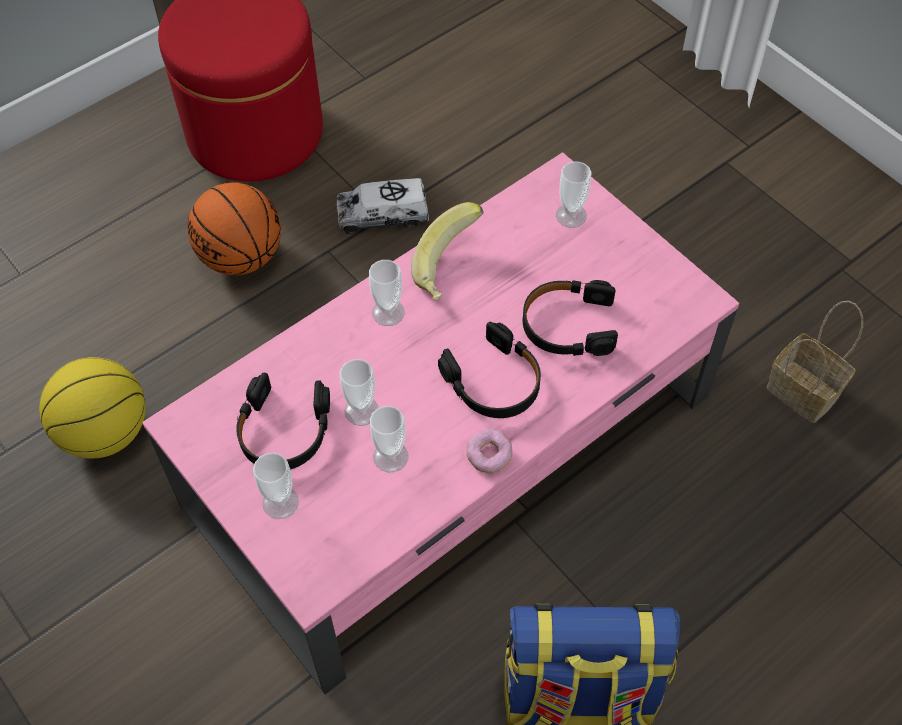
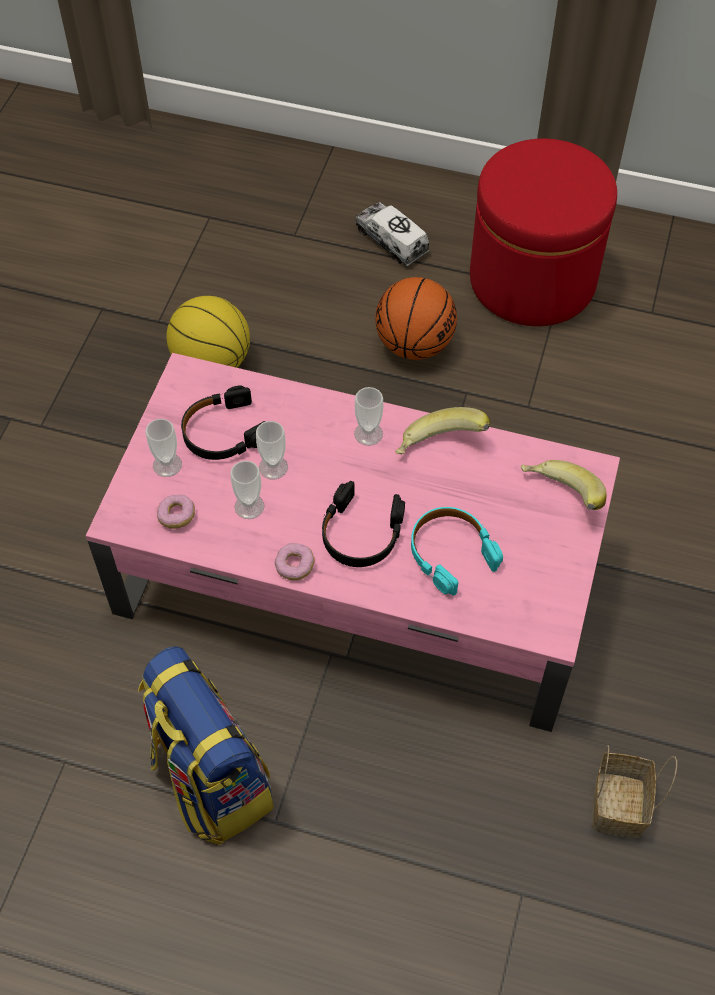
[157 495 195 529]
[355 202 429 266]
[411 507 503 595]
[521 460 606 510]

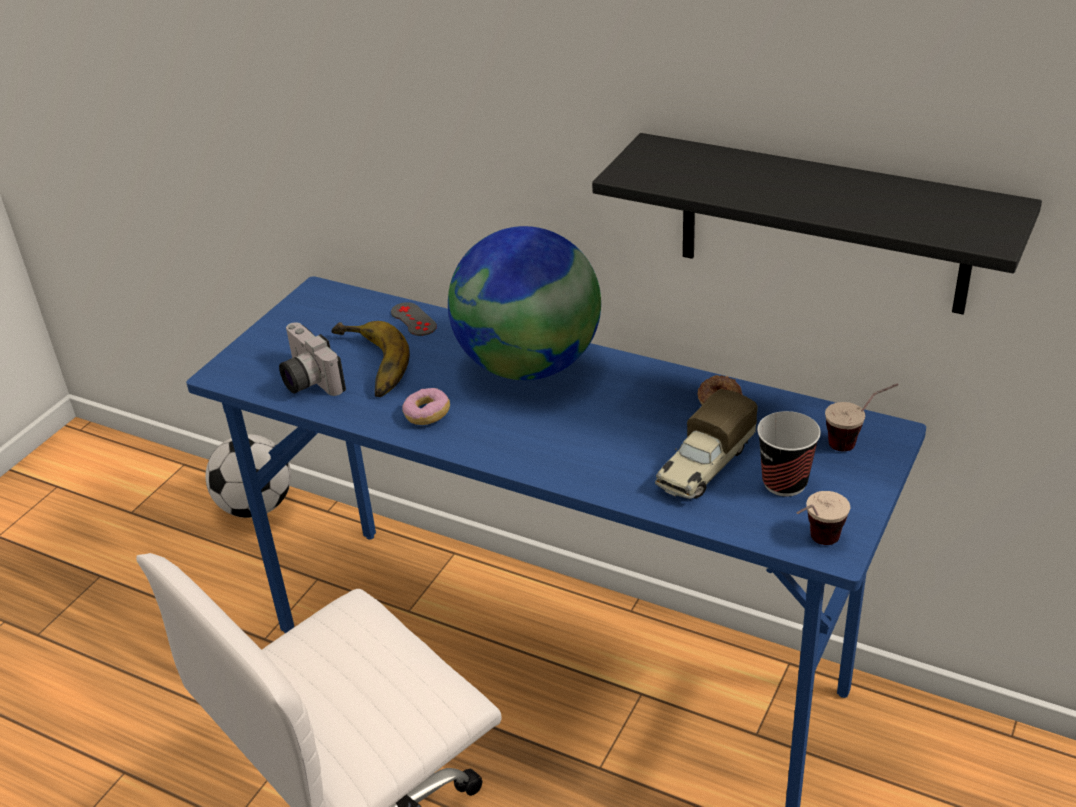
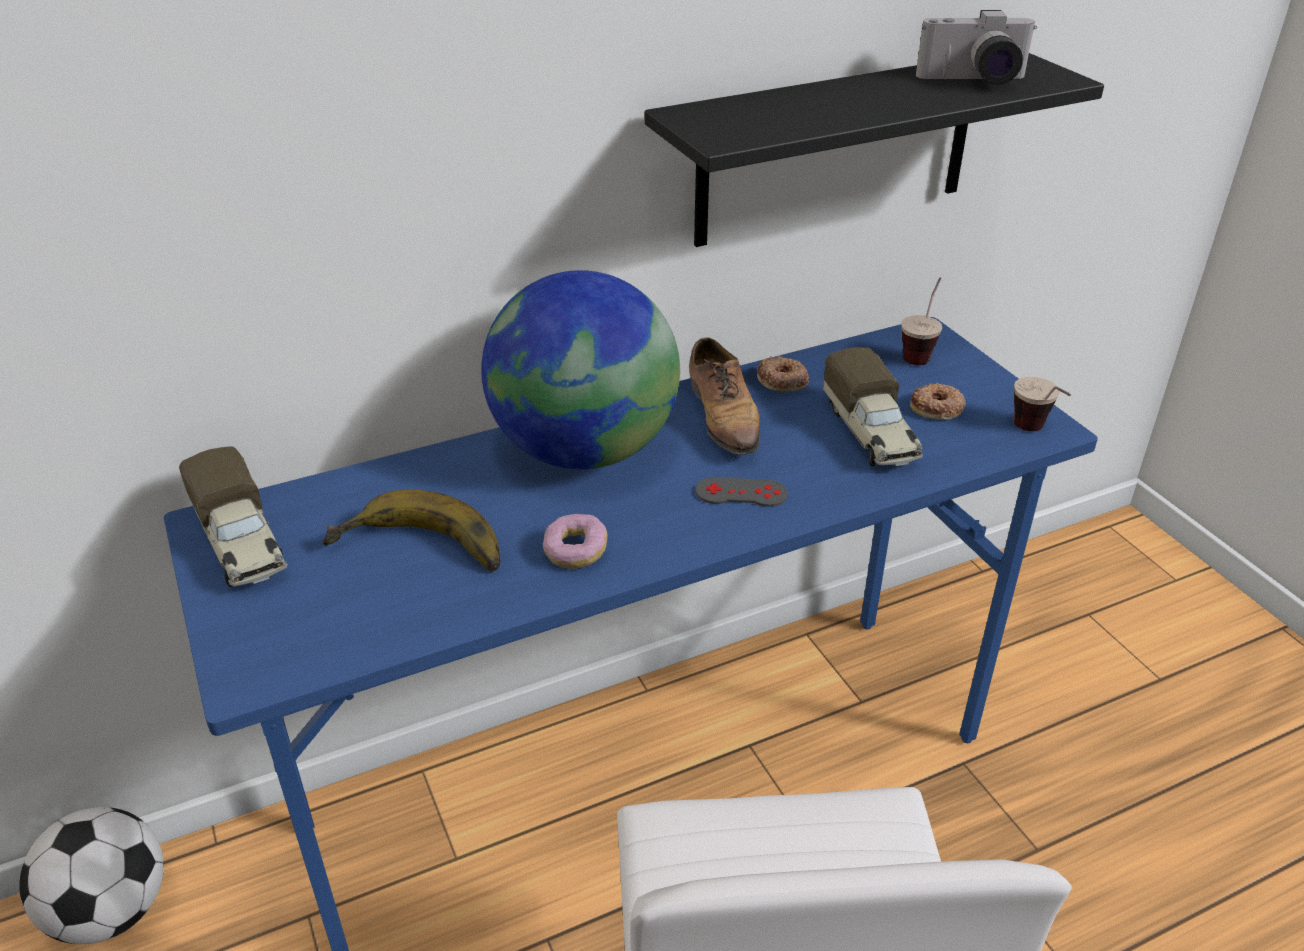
[179 446 288 587]
[689 337 760 460]
[695 477 788 507]
[910 383 966 420]
[916 10 1037 85]

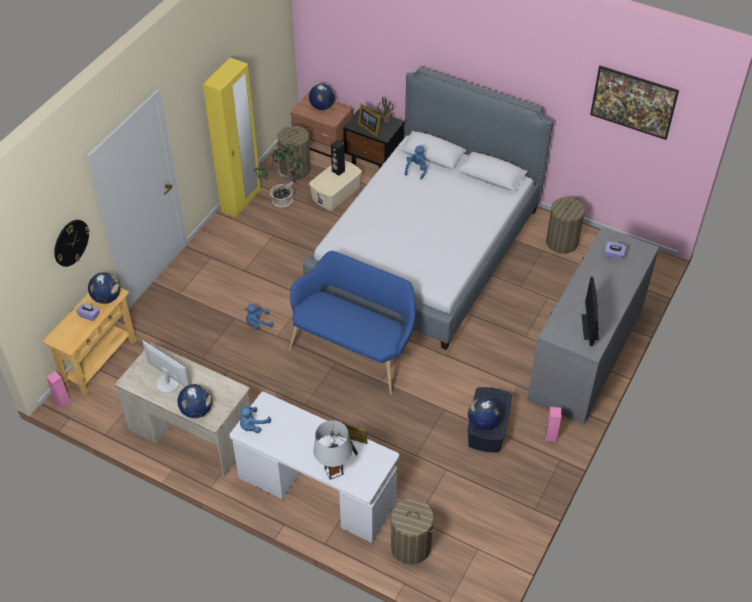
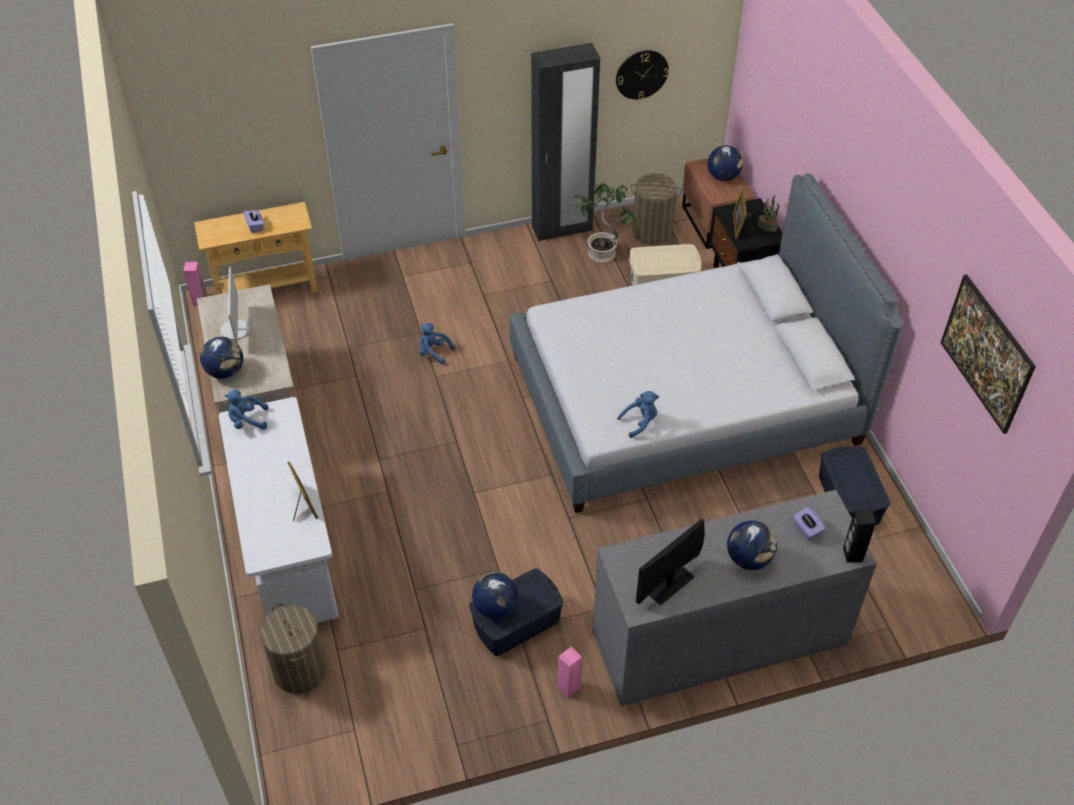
[531 43 600 242]
[616 50 669 100]
[617 391 659 438]
[727 521 777 570]
[819 446 890 525]
[843 509 876 563]
[289 251 416 394] (first image)
[314 420 352 480] (first image)

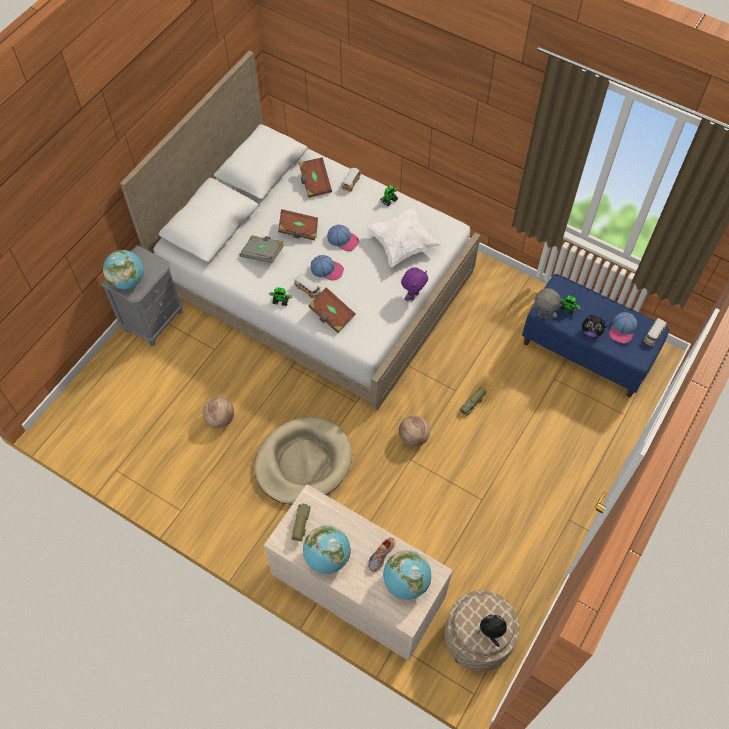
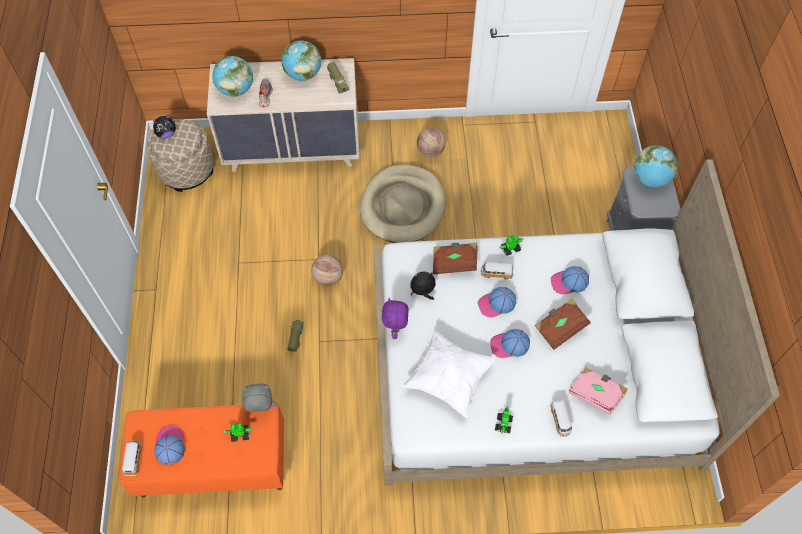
[119 405 284 497]
[410 271 436 300]
[417 128 446 157]
[550 266 589 295]
[569 368 627 415]

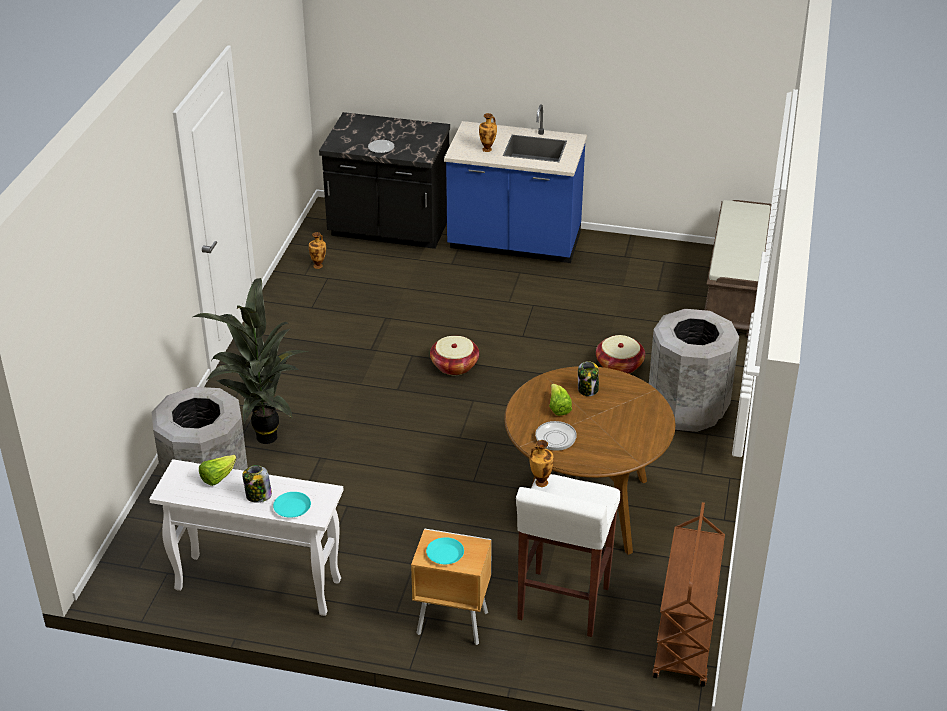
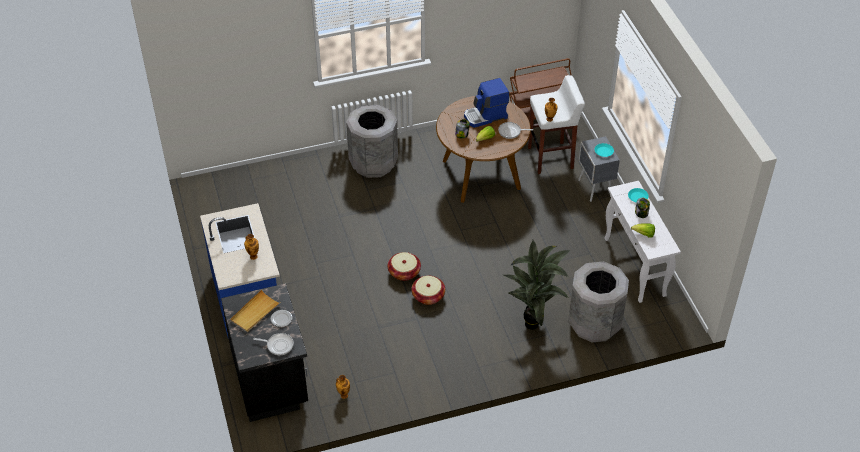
[230 290 280 332]
[253 333 294 355]
[411 276 445 305]
[464 78 509 128]
[578 136 620 202]
[705 200 772 337] (first image)

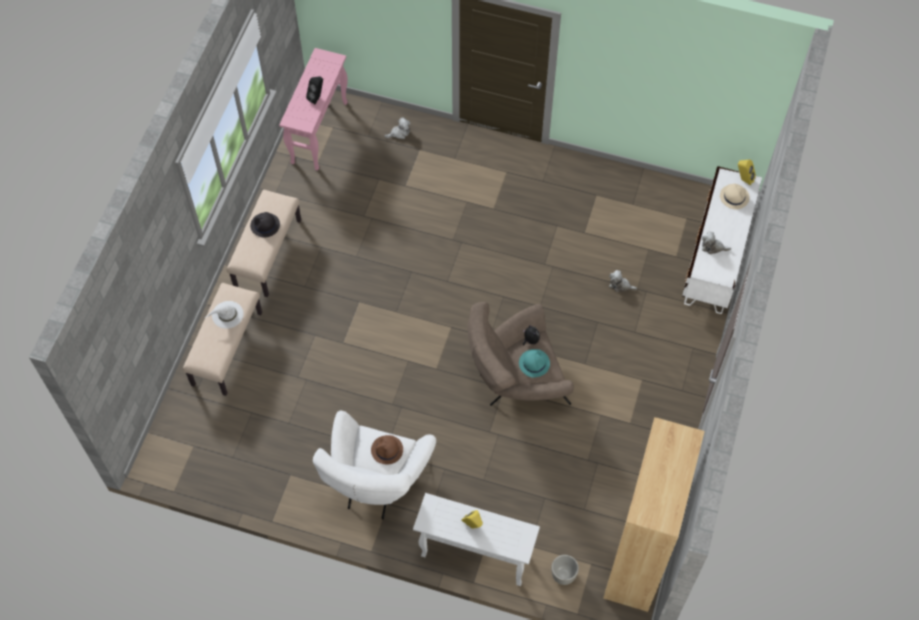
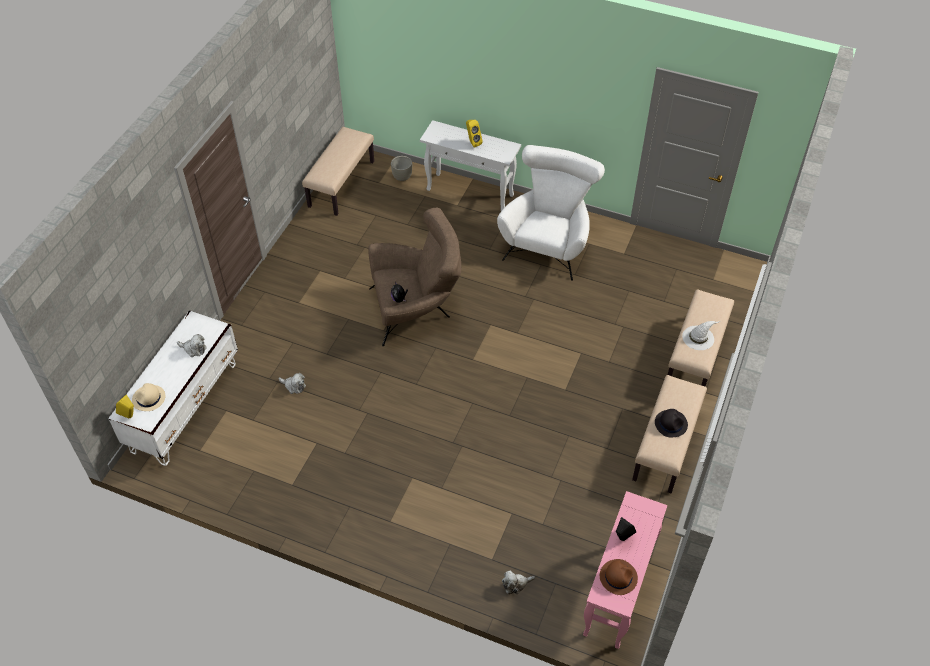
[302 127 374 216]
[600 559 638 595]
[519 349 550 377] (first image)

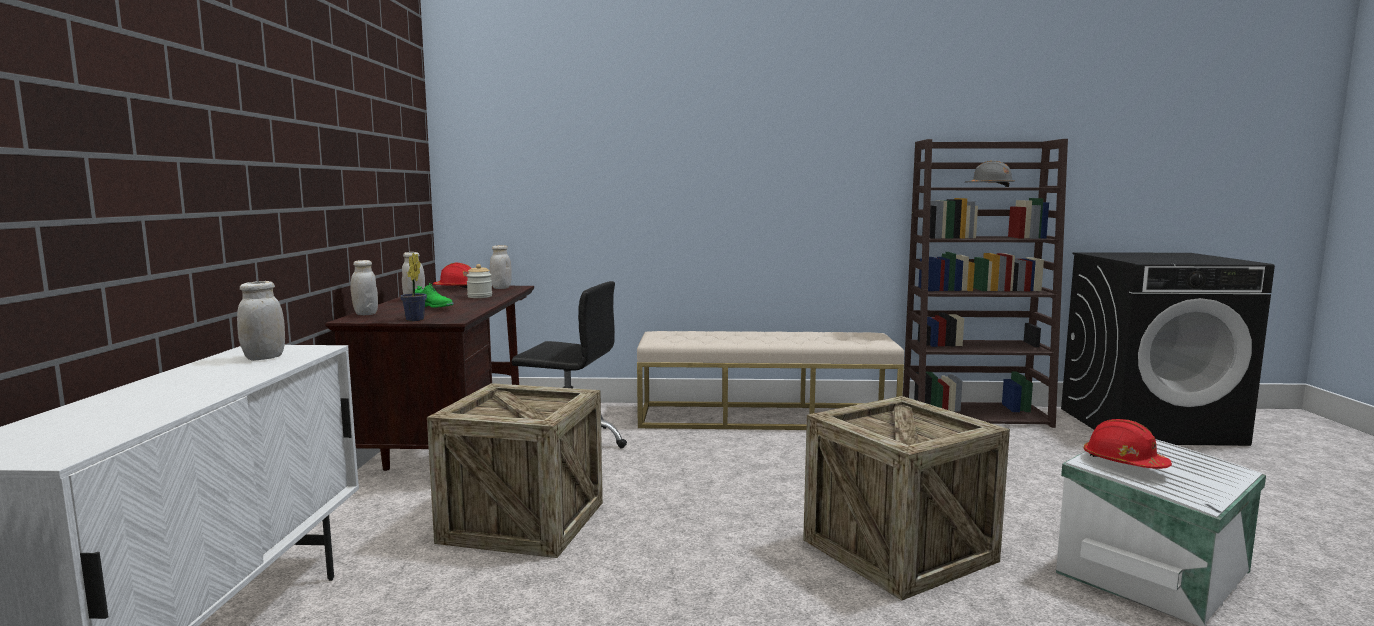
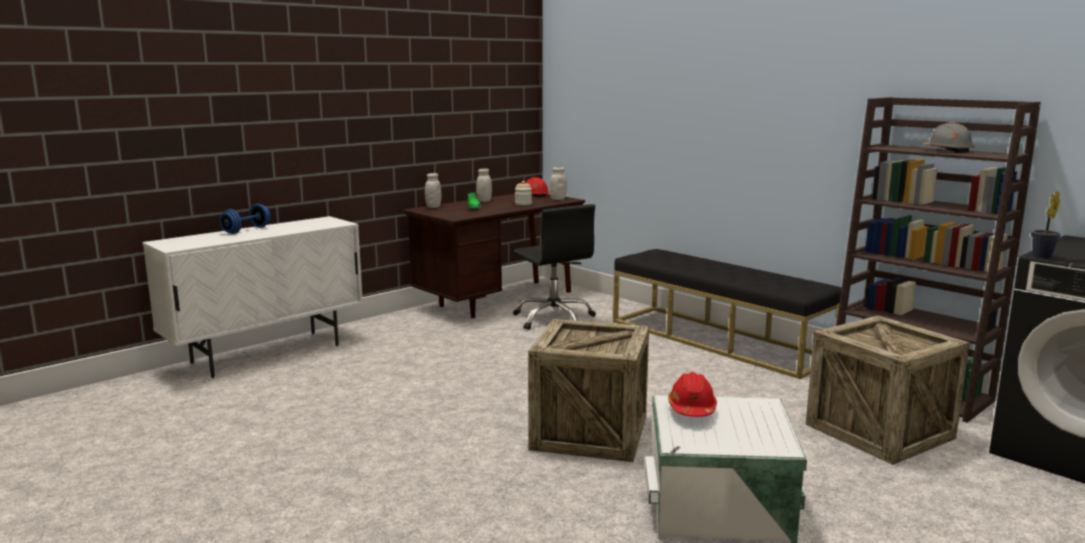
[219 204 271 234]
[613 249 842 379]
[806 315 970 465]
[1031 191 1061 259]
[237 281 285 361] (first image)

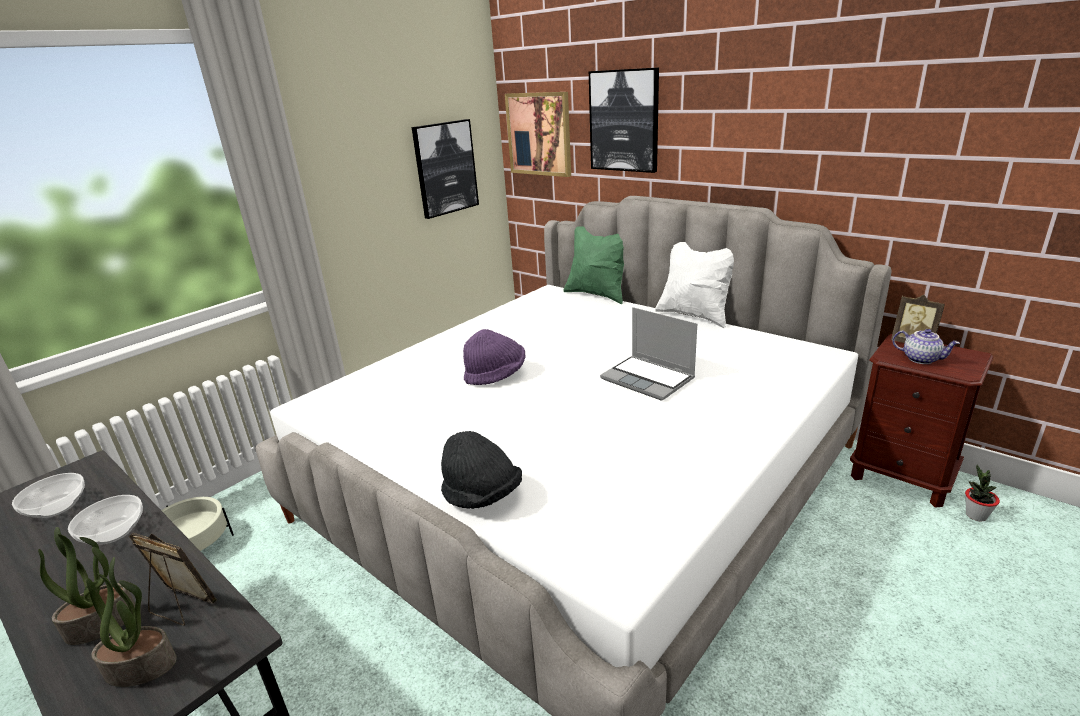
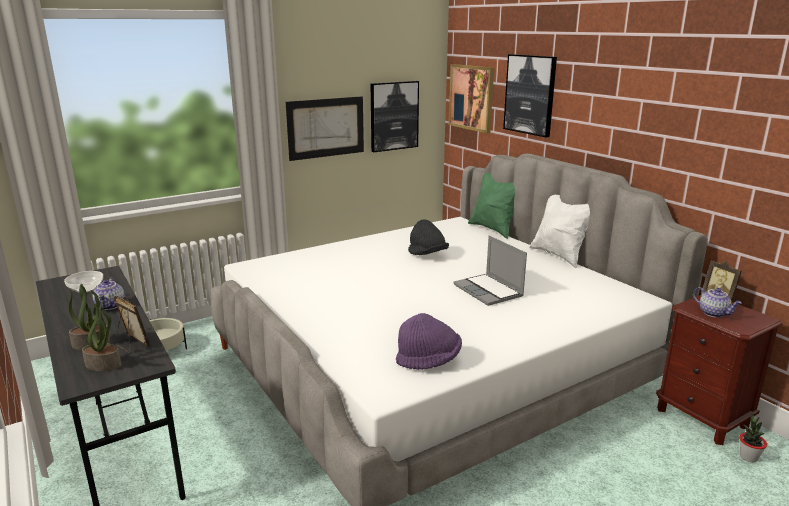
[92 278 125 310]
[286 96 364 161]
[396 313 462 370]
[408 219 449 255]

